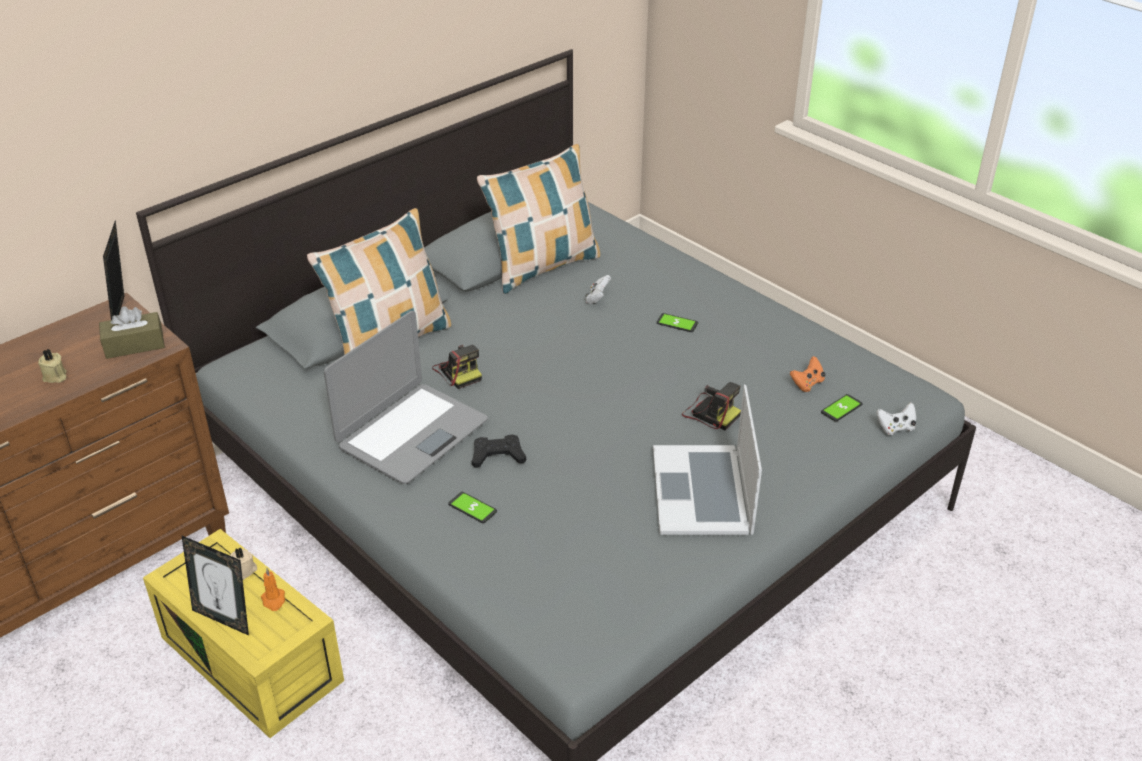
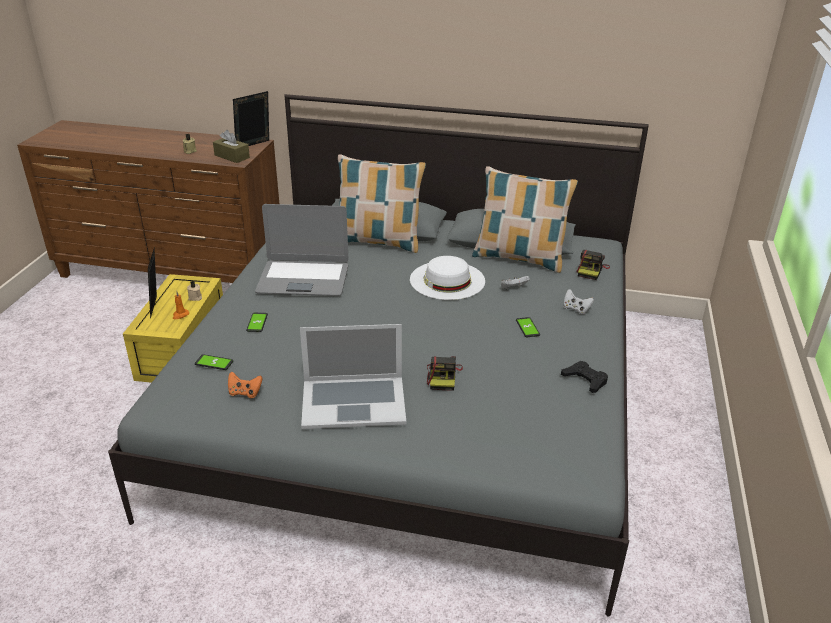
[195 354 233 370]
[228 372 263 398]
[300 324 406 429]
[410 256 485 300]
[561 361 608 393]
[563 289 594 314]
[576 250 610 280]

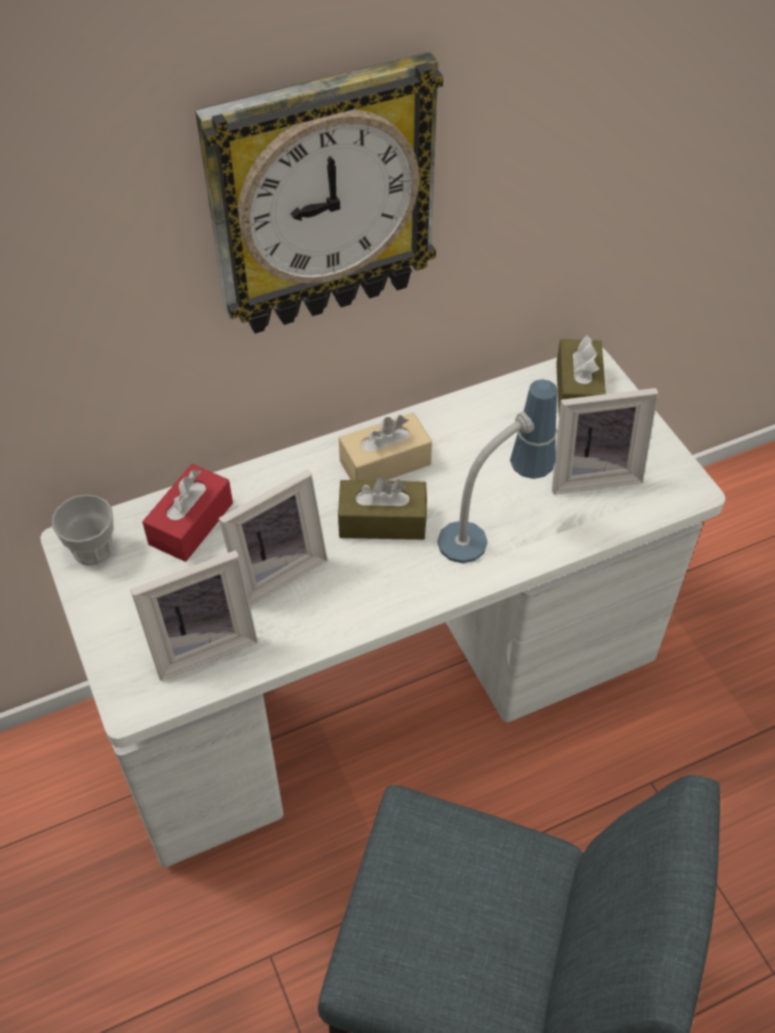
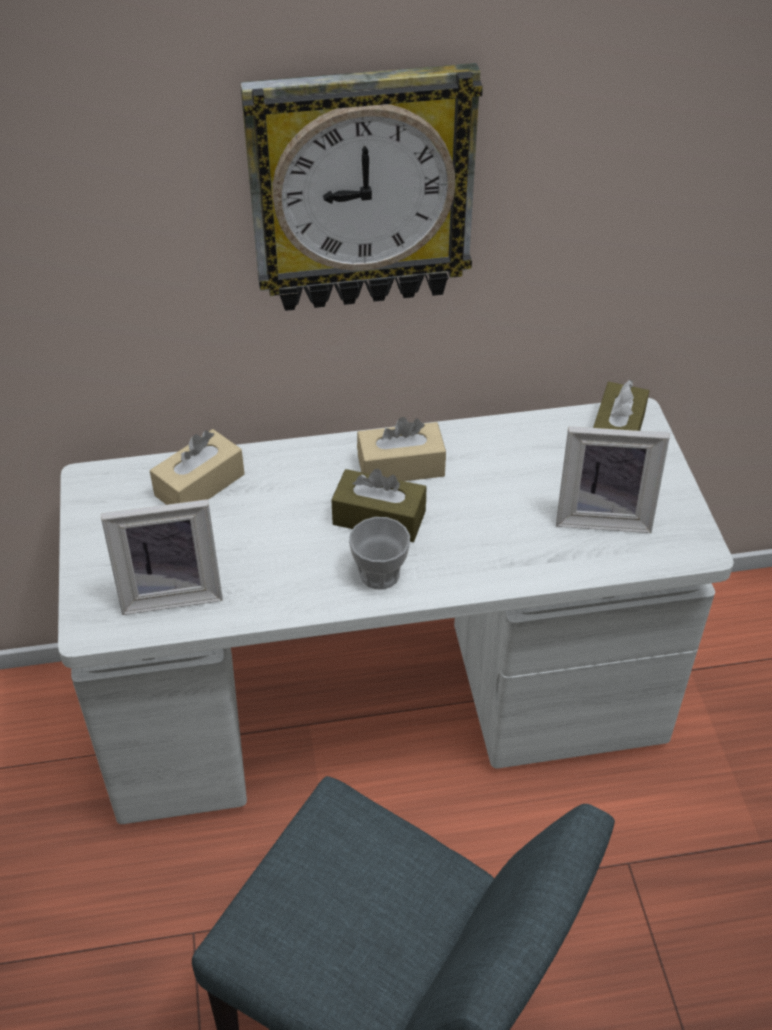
[150 429 245 505]
[349 517 410 590]
[218 469 328 606] (first image)
[437 379 557 563] (first image)

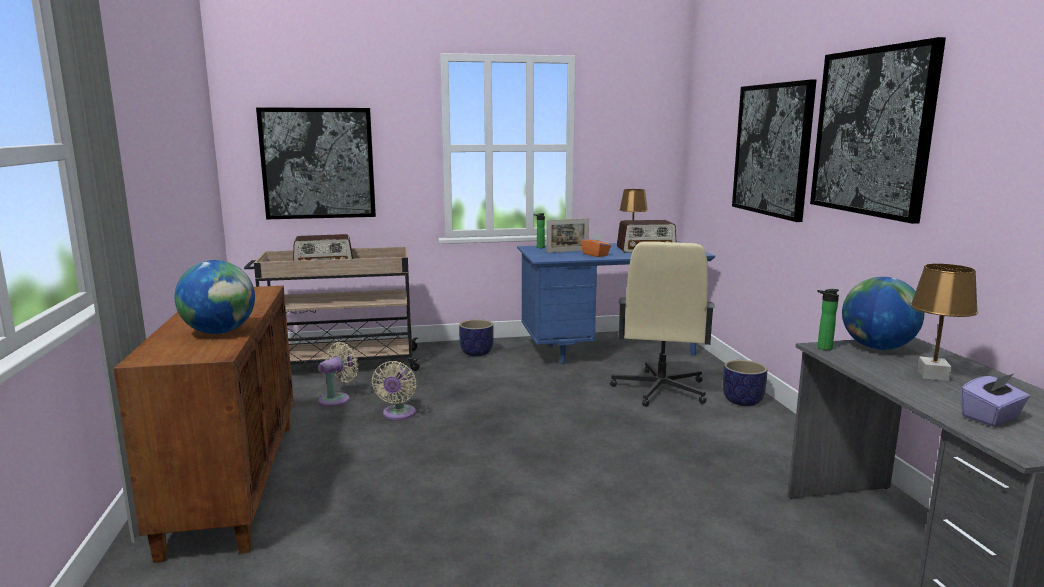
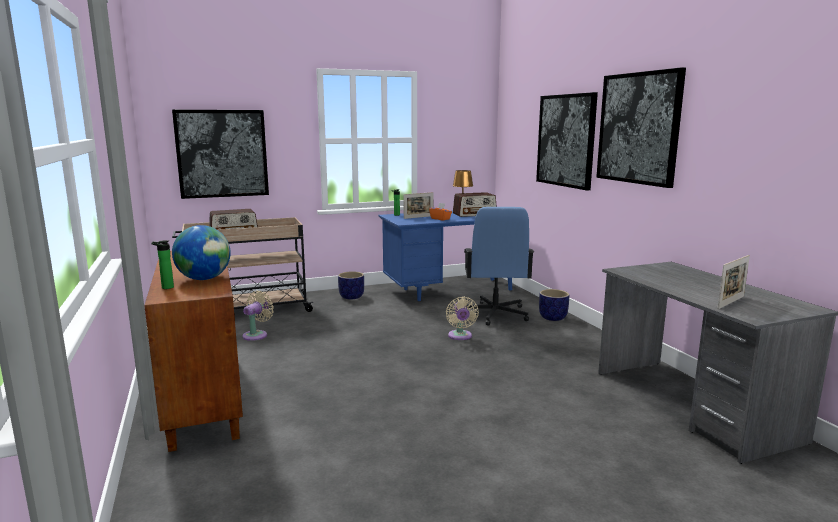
[151 240 174 289]
[446 297 479 340]
[464 207 534 326]
[717 255 750 309]
[842 277 924 350] (first image)
[910 264 978 381] (first image)

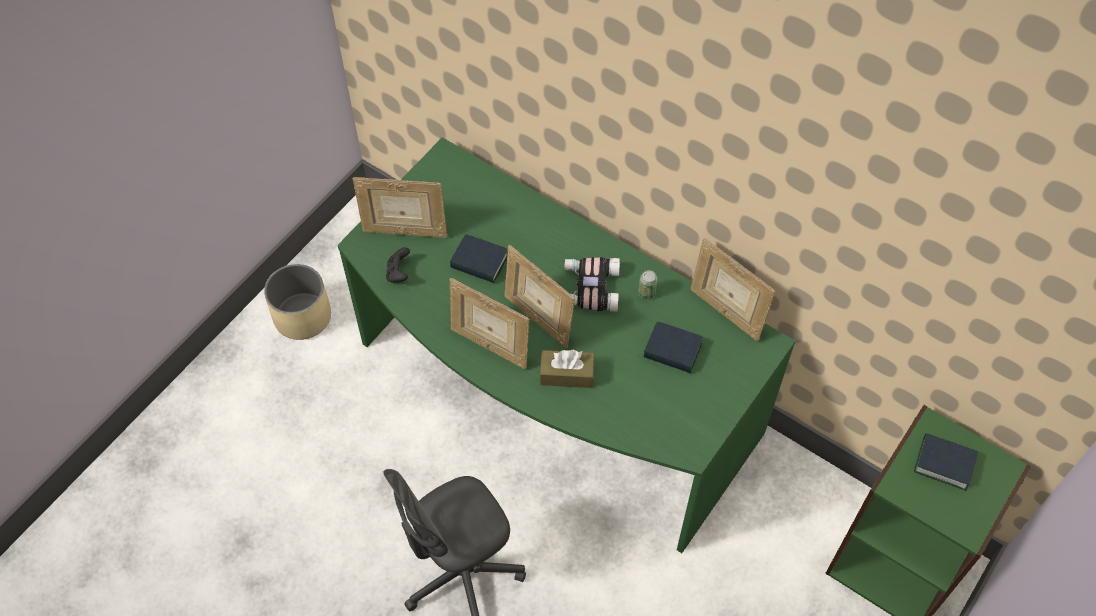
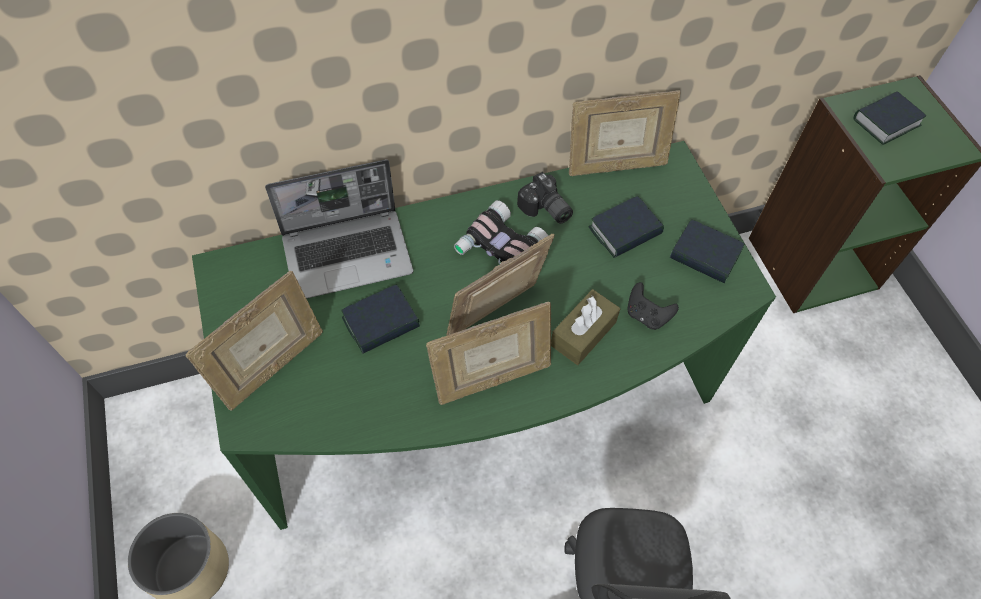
[265 160 413 299]
[446 234 555 335]
[517 172 573 224]
[627 282 679 330]
[670 219 745 283]

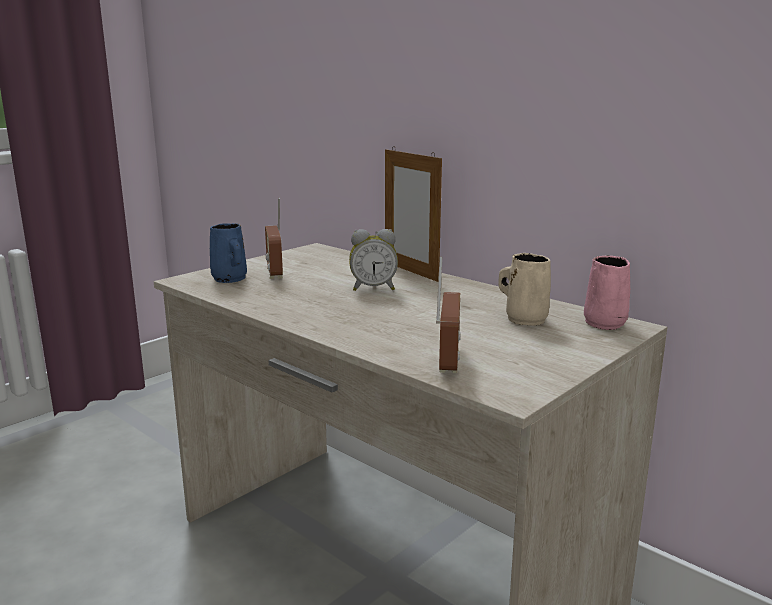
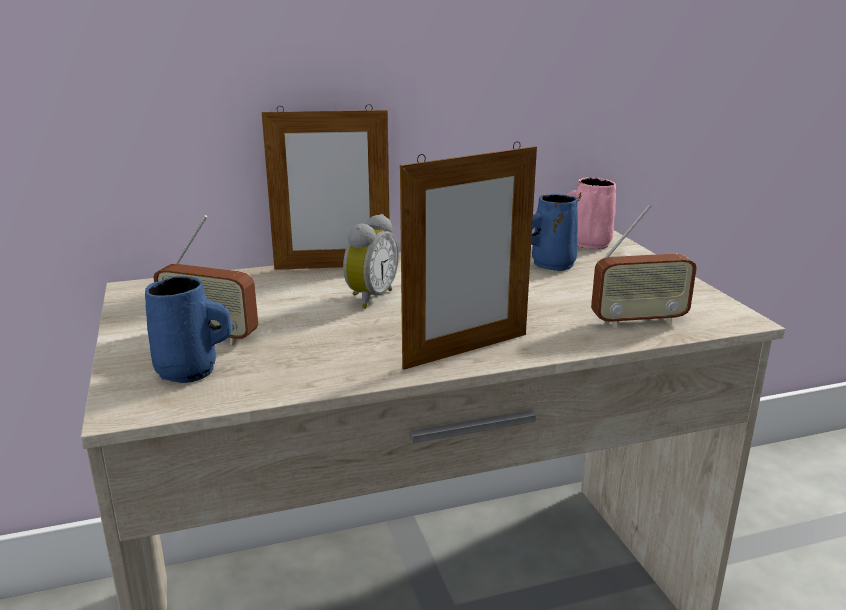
[400 141 537 370]
[531 194 578 271]
[591 205 697 328]

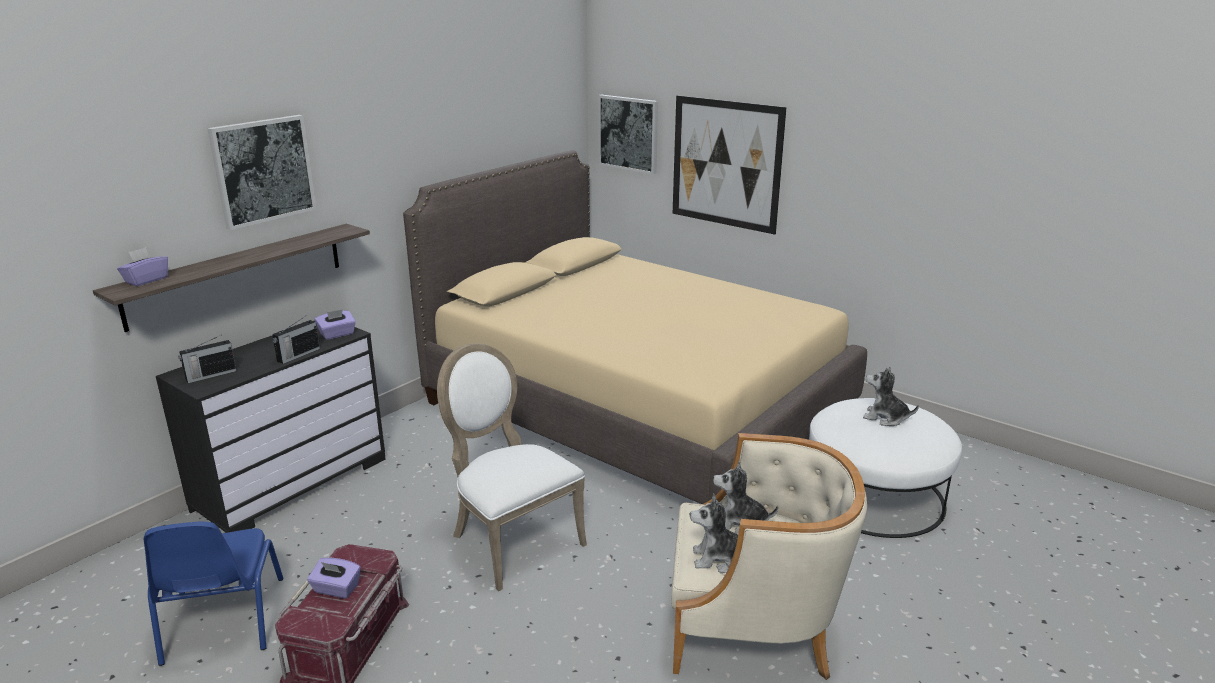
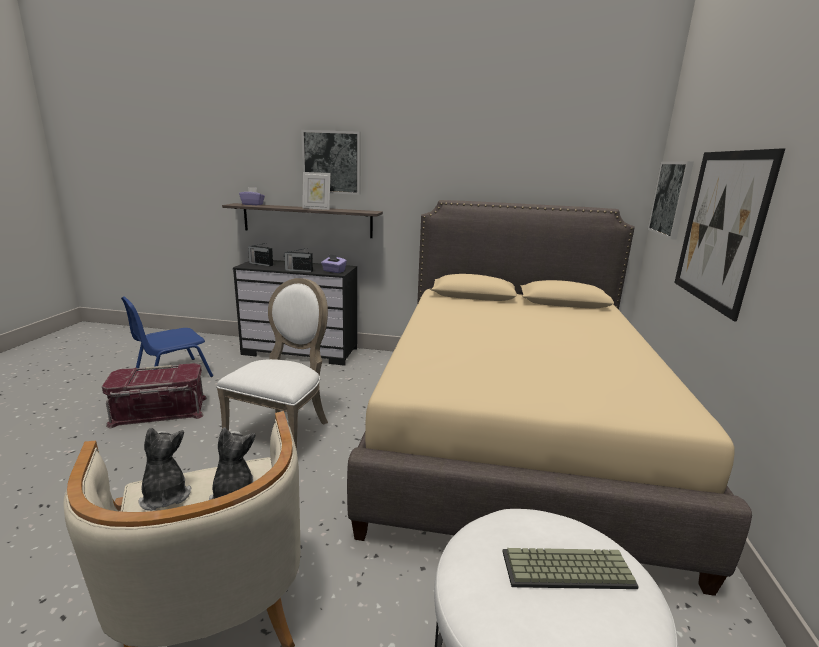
[302 172 331 210]
[503 548 639 589]
[307 557 361 598] (first image)

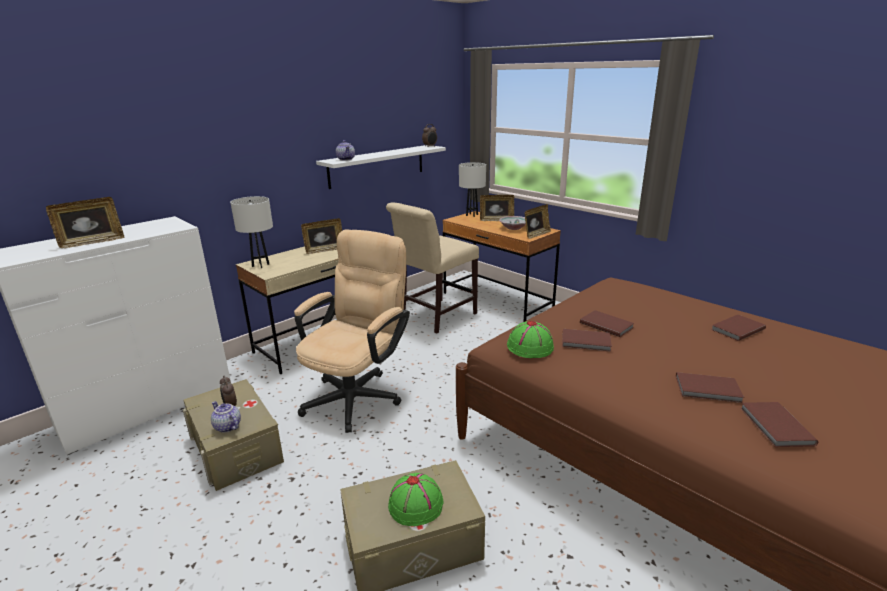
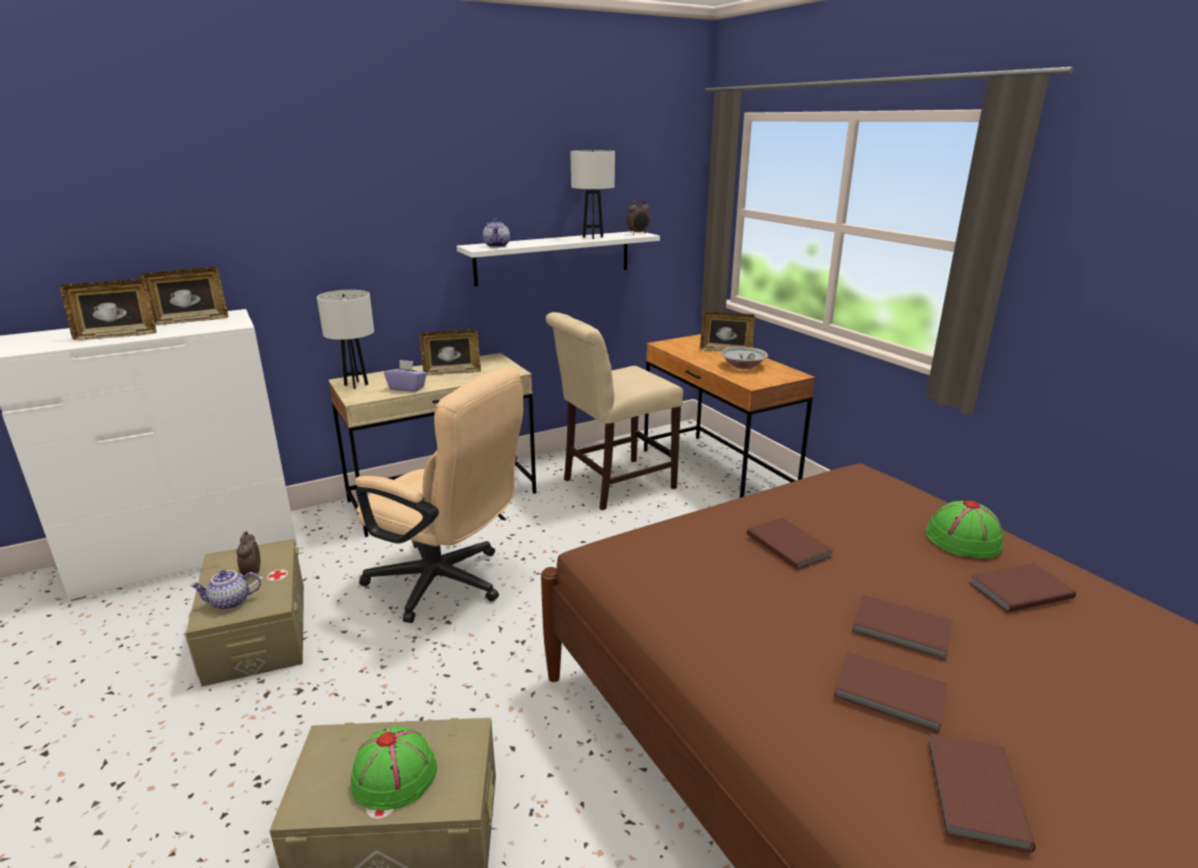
[141 267 228 325]
[190 570 261 610]
[355 367 523 623]
[384 360 427 392]
[570 150 615 239]
[852 595 953 660]
[925 500 1003 559]

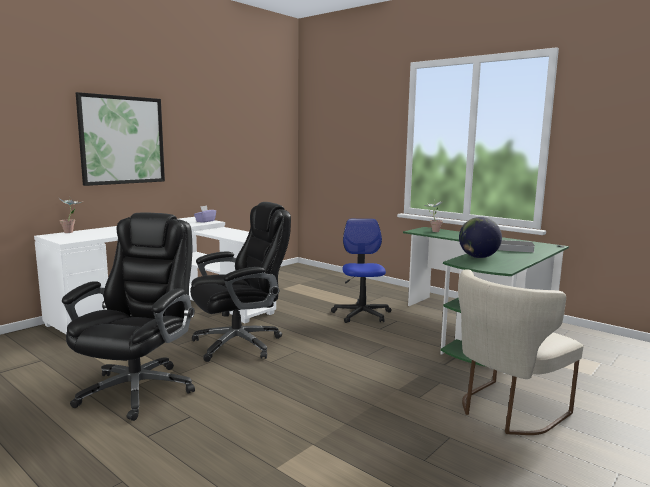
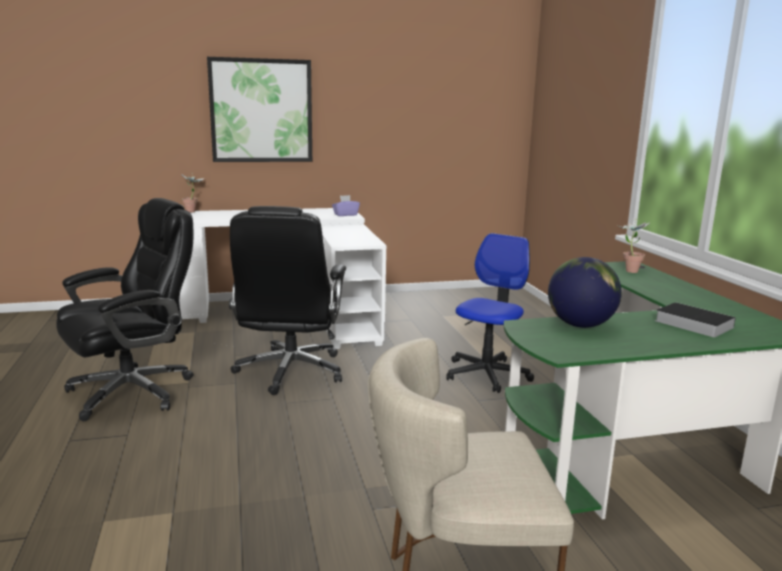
[229 206 346 395]

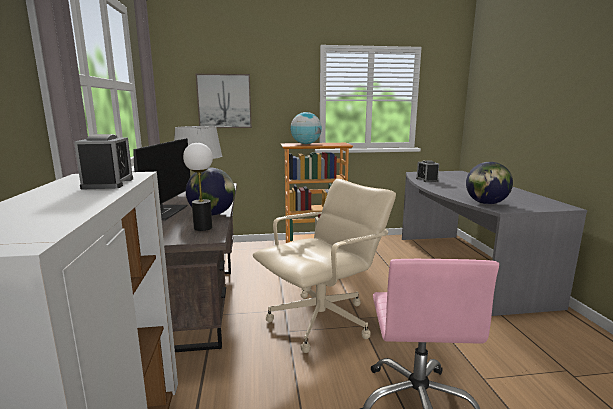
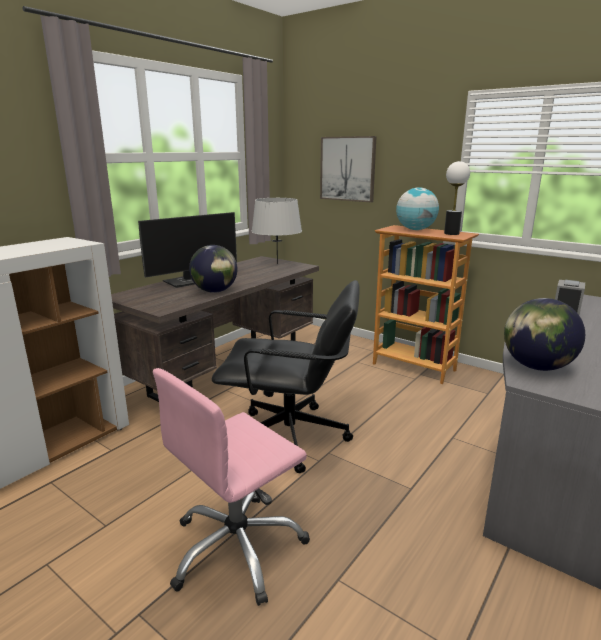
[212 280 360 473]
[444 161 470 235]
[74 134 133 190] (first image)

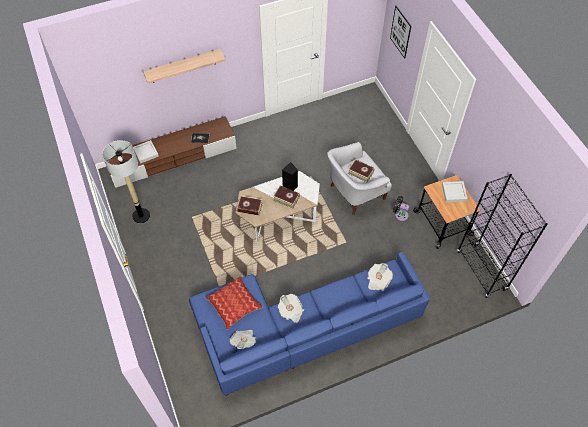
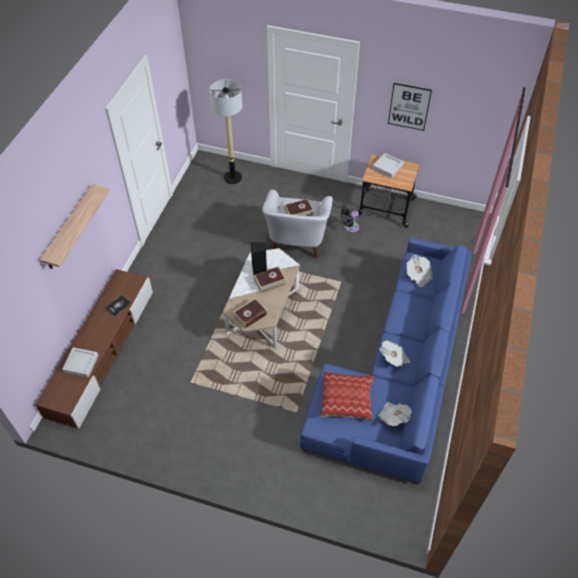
[209 79 242 184]
[388 83 432 131]
[457 174 548 298] (first image)

